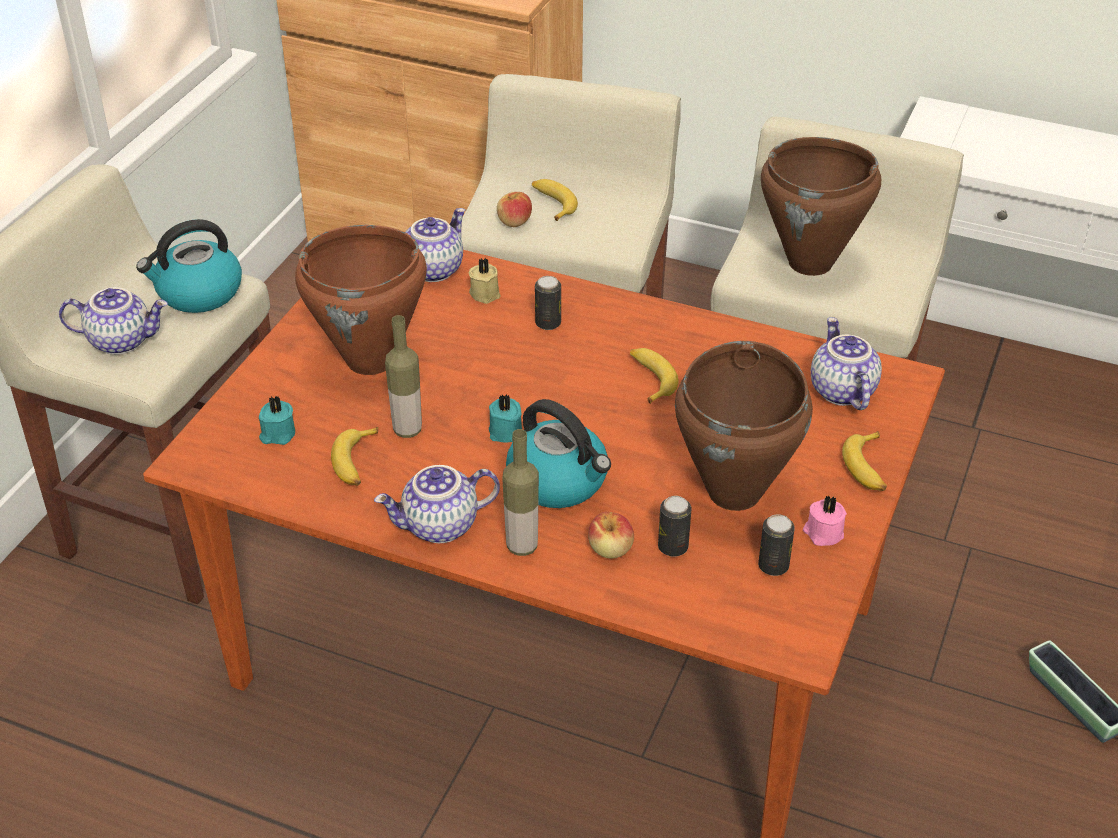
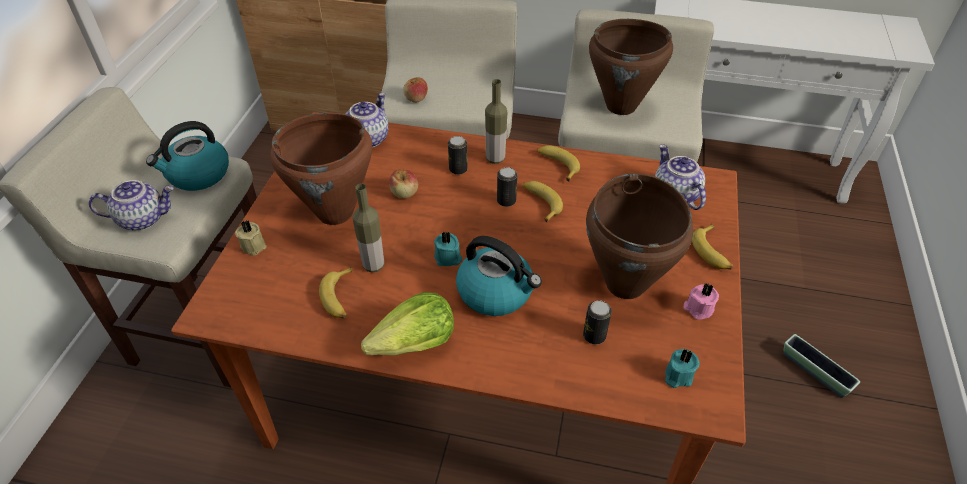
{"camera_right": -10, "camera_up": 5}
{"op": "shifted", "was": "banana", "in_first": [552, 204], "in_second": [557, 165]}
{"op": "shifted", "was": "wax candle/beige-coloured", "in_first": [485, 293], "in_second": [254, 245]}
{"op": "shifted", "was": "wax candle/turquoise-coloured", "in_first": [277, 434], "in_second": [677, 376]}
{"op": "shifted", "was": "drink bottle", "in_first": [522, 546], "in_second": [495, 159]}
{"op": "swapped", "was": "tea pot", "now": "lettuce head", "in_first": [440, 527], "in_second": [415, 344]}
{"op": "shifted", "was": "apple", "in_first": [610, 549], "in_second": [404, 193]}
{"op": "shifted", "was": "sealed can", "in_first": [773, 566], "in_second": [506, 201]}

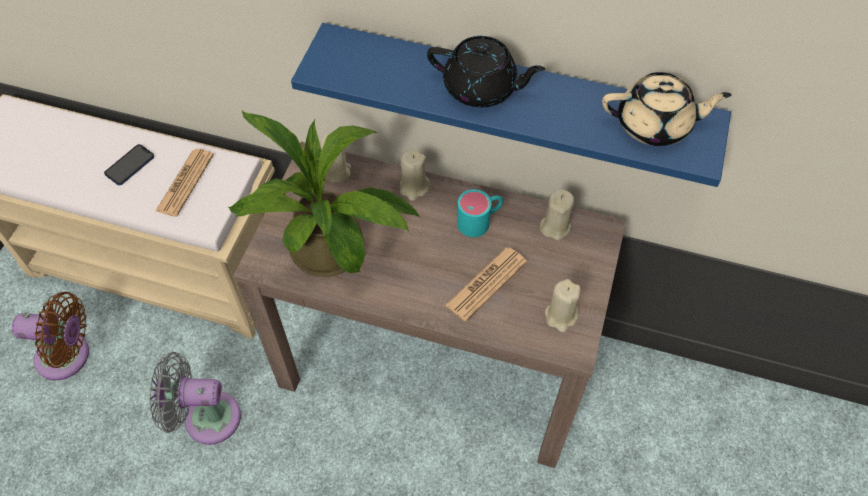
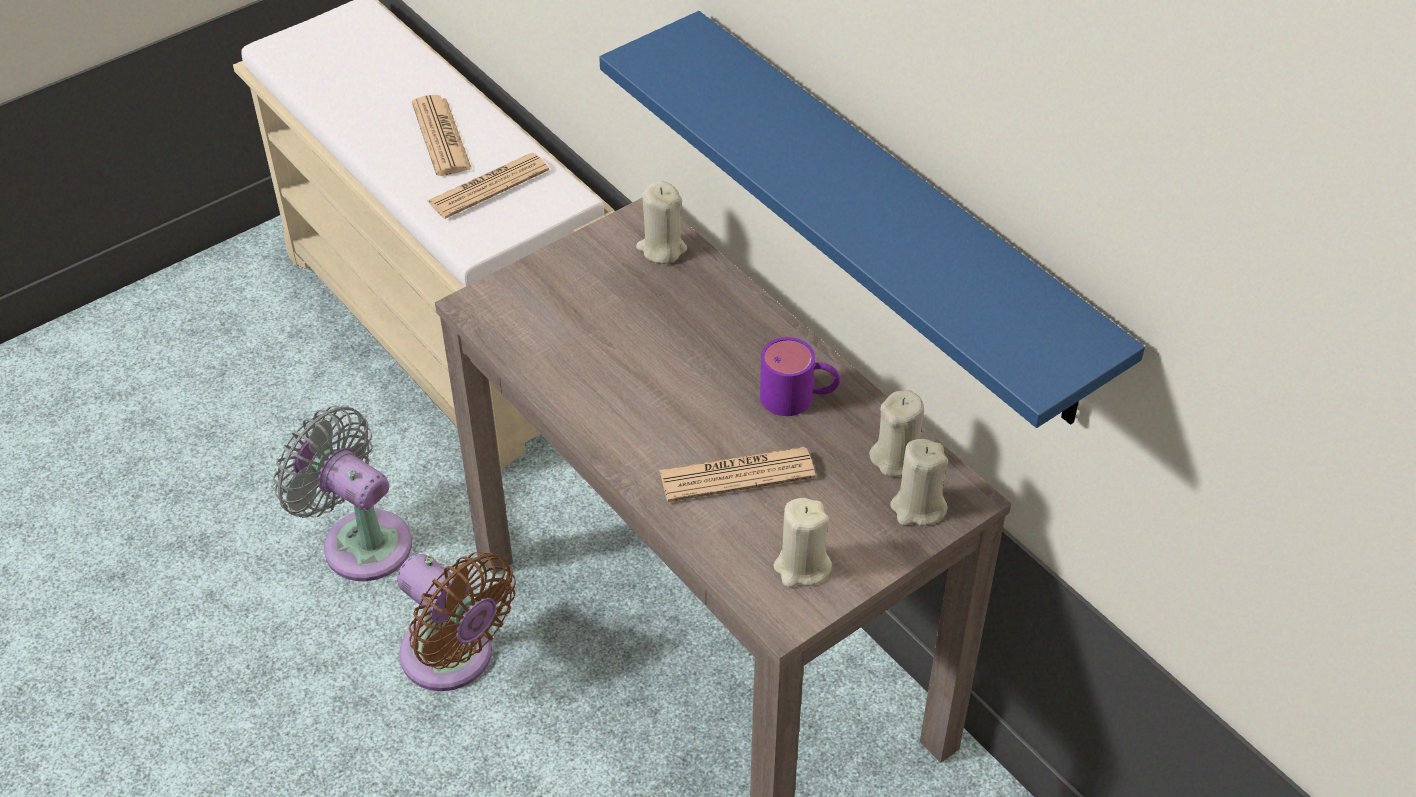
{"camera_right": 35, "camera_up": -10}
{"op": "gone", "was": "tea pot/black", "in_first": [481, 88]}
{"op": "gone", "was": "tea pot/beige-coloured", "in_first": [655, 125]}
{"op": "gone", "was": "potted plant", "in_first": [333, 255]}
{"op": "swapped", "was": "handset", "now": "newspaper", "in_first": [130, 165], "in_second": [441, 137]}
{"op": "shifted", "was": "wax candle/beige-coloured", "in_first": [414, 187], "in_second": [918, 507]}
{"op": "repainted", "was": "coffee mug/turquoise-coloured", "now": "coffee mug/purple-coloured", "in_first": [480, 220], "in_second": [799, 397]}
{"op": "shifted", "was": "electric fan/brown-coloured", "in_first": [68, 356], "in_second": [453, 659]}

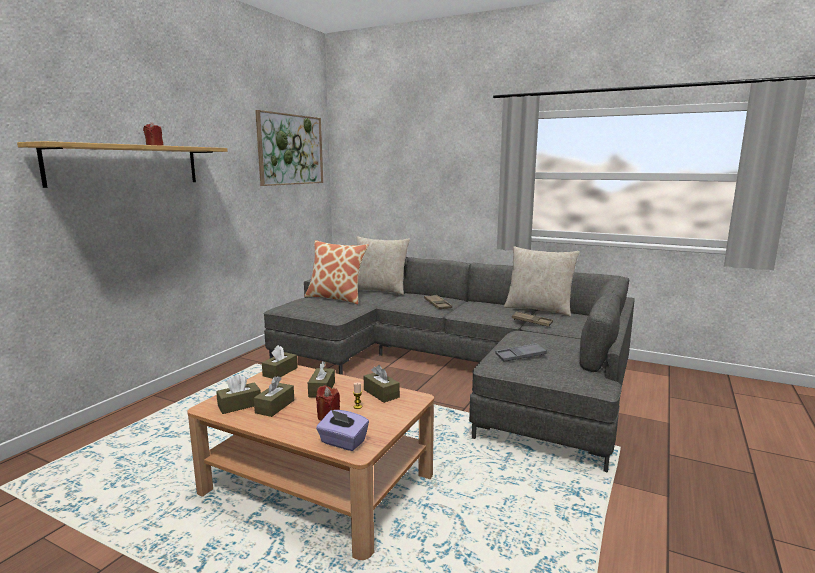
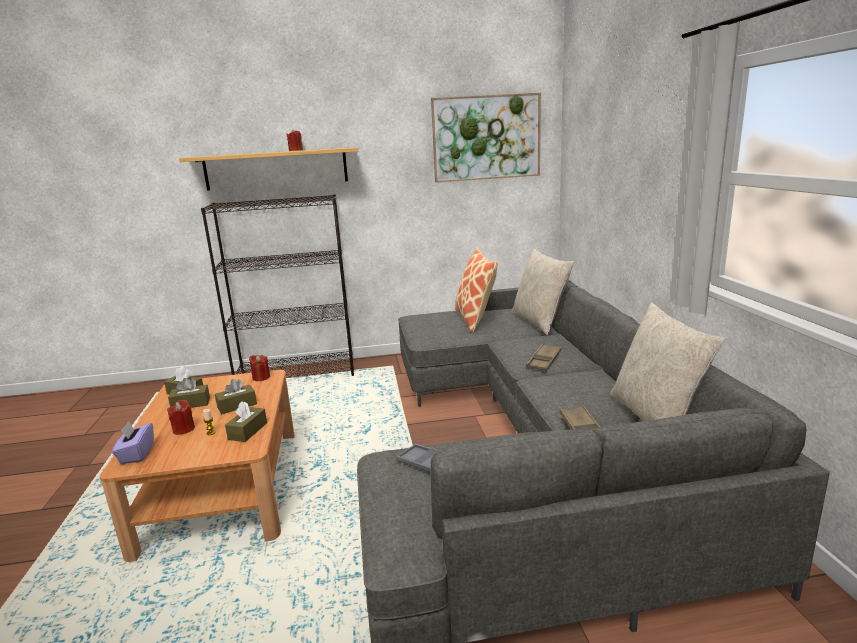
{"camera_right": 55, "camera_up": 5}
{"op": "swapped", "was": "box of tissues/brown-coloured", "now": "wax candle/red", "in_first": [280, 372], "in_second": [261, 377]}
{"op": "new", "now": "bookcase/black", "in_second": [297, 374]}

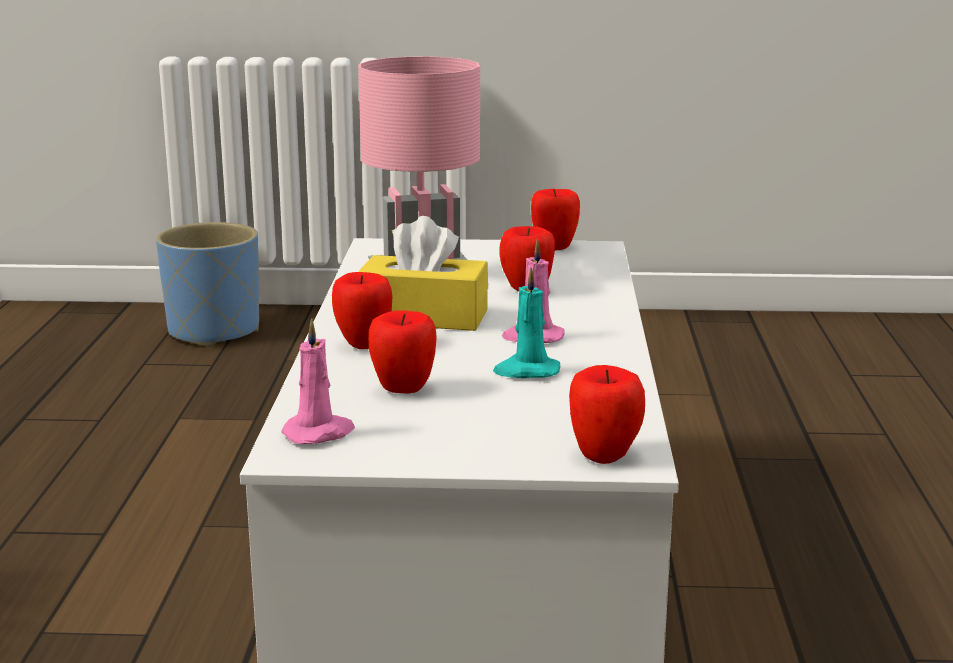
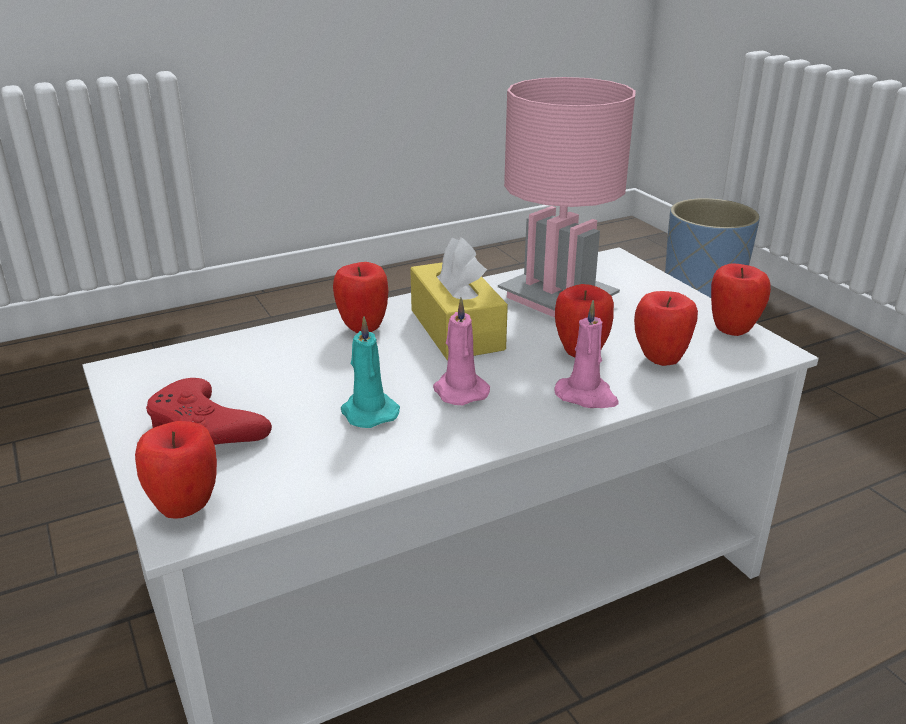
{"camera_right": 60, "camera_up": 10}
{"op": "shifted", "was": "apple", "in_first": [403, 391], "in_second": [660, 360]}
{"op": "shifted", "was": "wax candle/pink-coloured", "in_first": [319, 433], "in_second": [587, 396]}
{"op": "new", "now": "game controller/red", "in_second": [206, 427]}

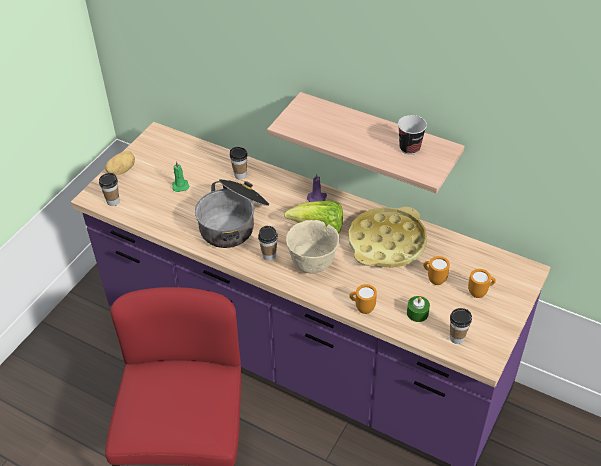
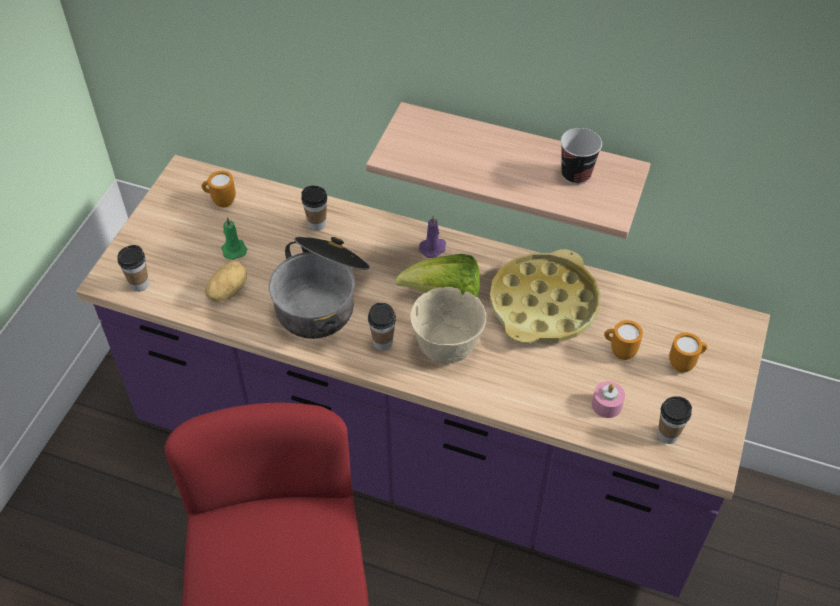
{"camera_right": -10, "camera_up": 5}
{"op": "shifted", "was": "potato", "in_first": [121, 170], "in_second": [227, 291]}
{"op": "shifted", "was": "coffee mug/orange-coloured", "in_first": [362, 308], "in_second": [221, 201]}
{"op": "repainted", "was": "wax candle/green", "now": "wax candle/pink-coloured", "in_first": [417, 313], "in_second": [606, 405]}

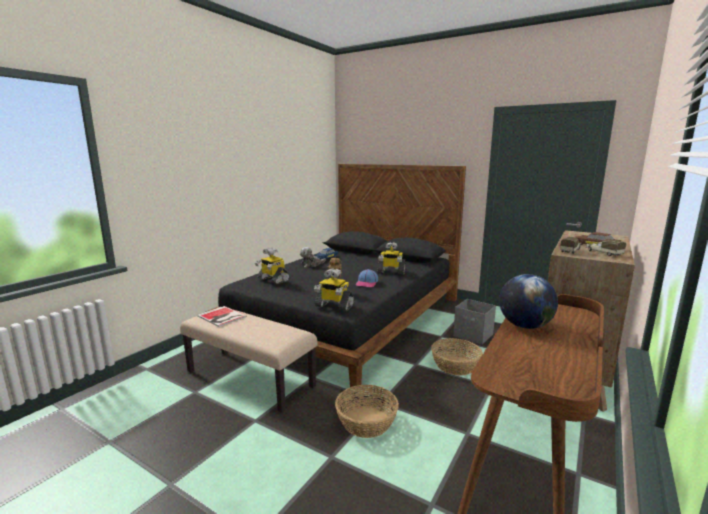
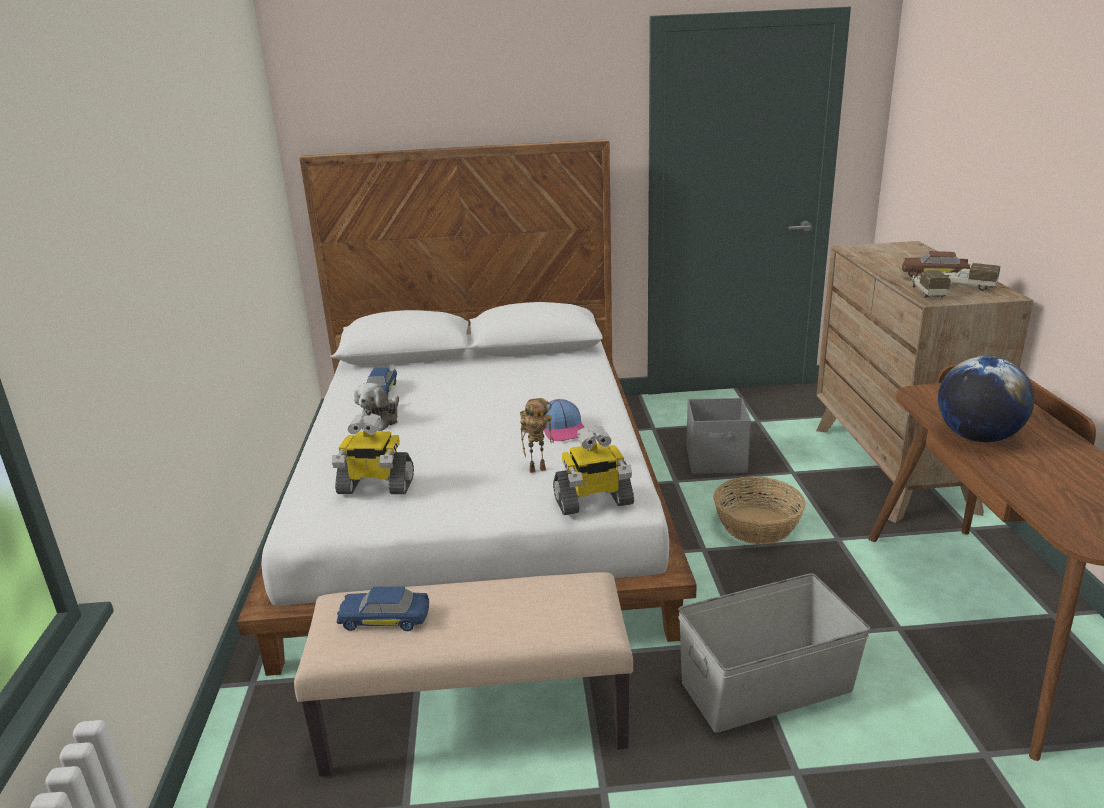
{"camera_right": -35, "camera_up": 10}
{"op": "repainted", "was": "bed/black", "now": "bed/white-coloured", "in_first": [348, 317], "in_second": [479, 505]}
{"op": "gone", "was": "toy robot", "in_first": [391, 272]}
{"op": "swapped", "was": "book", "now": "miniature car/bluish", "in_first": [221, 317], "in_second": [385, 619]}
{"op": "swapped", "was": "storage basket", "now": "storage box/gray", "in_first": [366, 421], "in_second": [765, 686]}

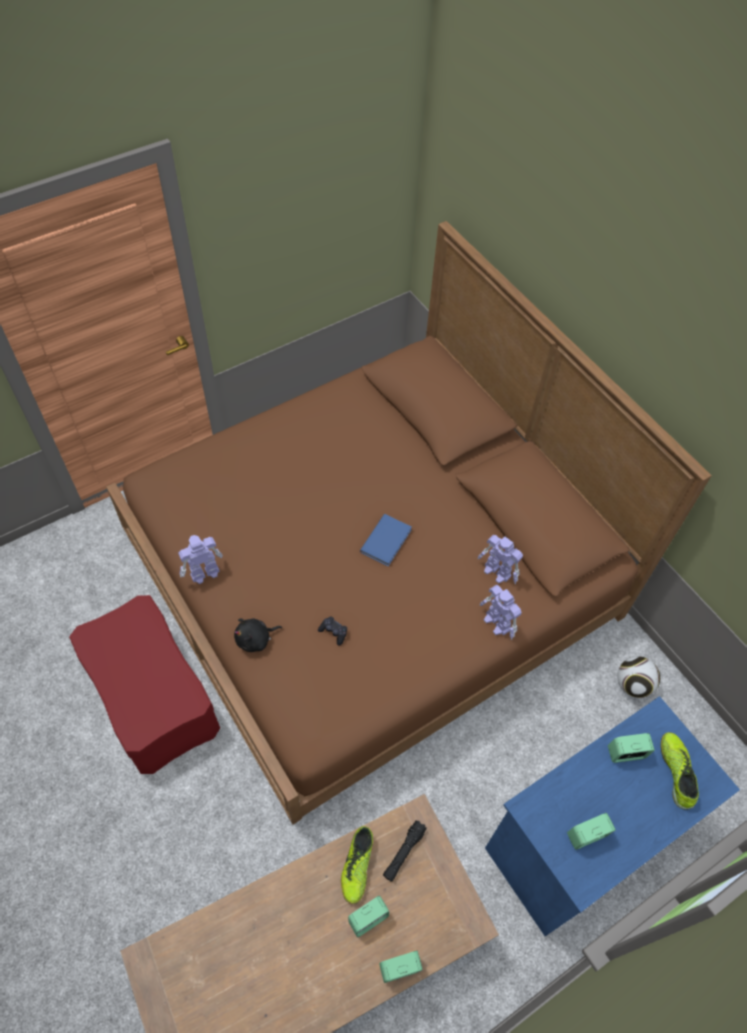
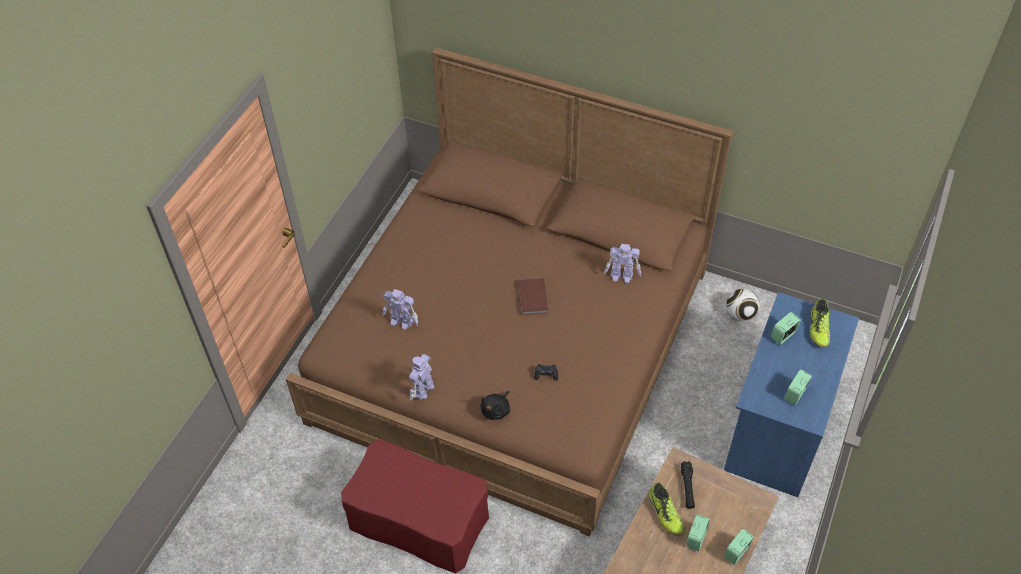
{"camera_right": -30, "camera_up": -5}
{"op": "repainted", "was": "book/bluish", "now": "book/brown-coloured", "in_first": [387, 541], "in_second": [533, 297]}
{"op": "shifted", "was": "toy robot", "in_first": [497, 623], "in_second": [402, 322]}
{"op": "rotated", "was": "item of footwear", "in_first": [676, 772], "in_second": [818, 329], "clockwise": -135}

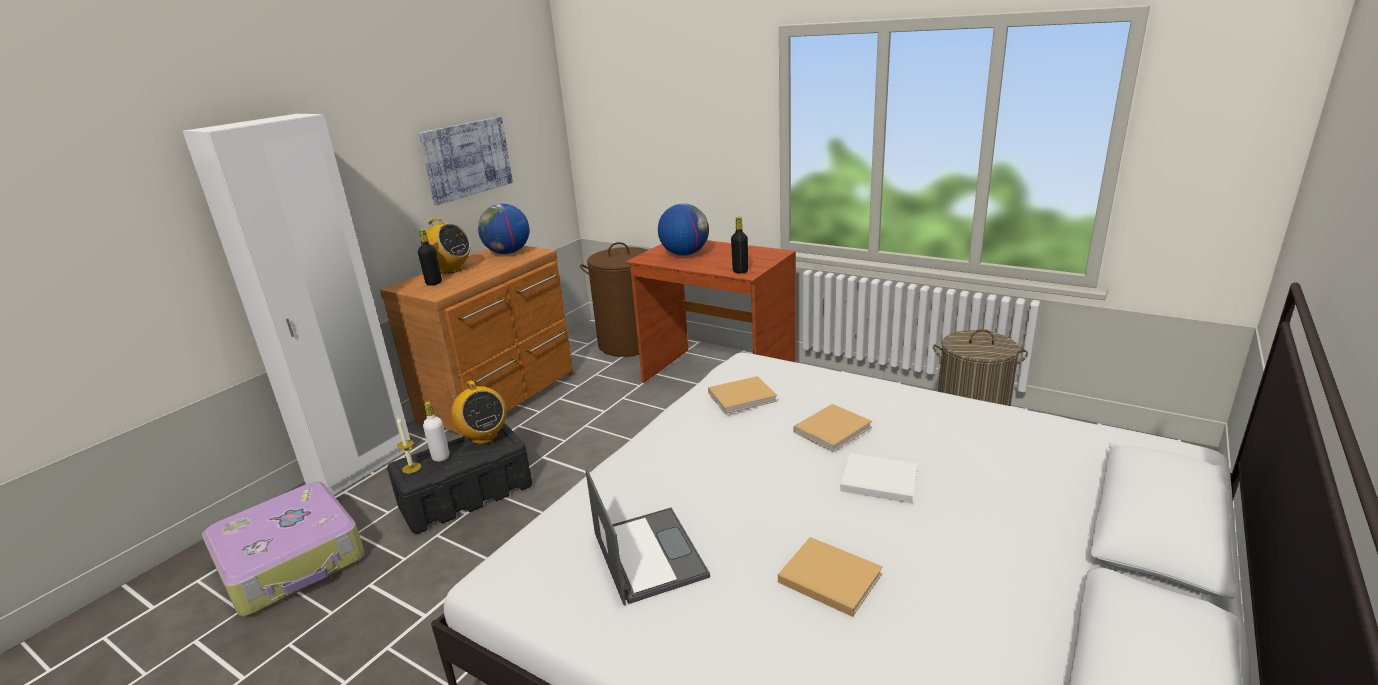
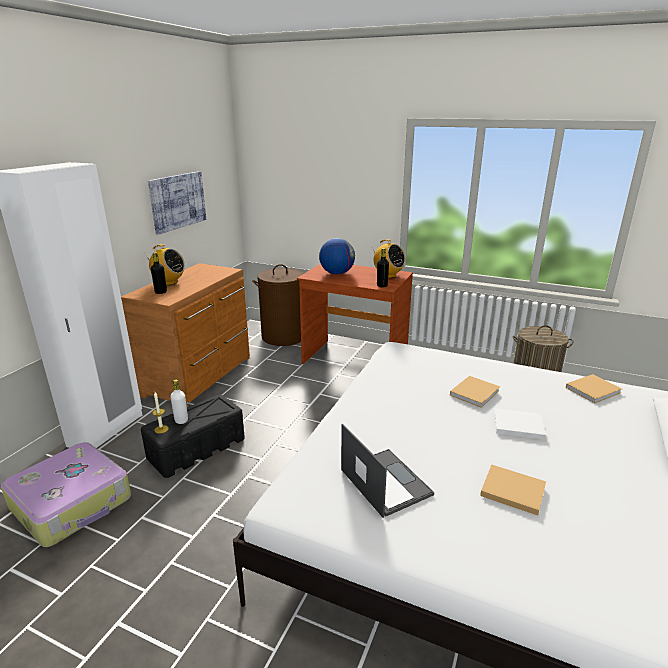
{"camera_right": -10, "camera_up": 0}
{"op": "gone", "was": "globe", "in_first": [508, 253]}
{"op": "shifted", "was": "book/beige-coloured", "in_first": [744, 396], "in_second": [594, 389]}
{"op": "shifted", "was": "radio", "in_first": [484, 437], "in_second": [388, 275]}

